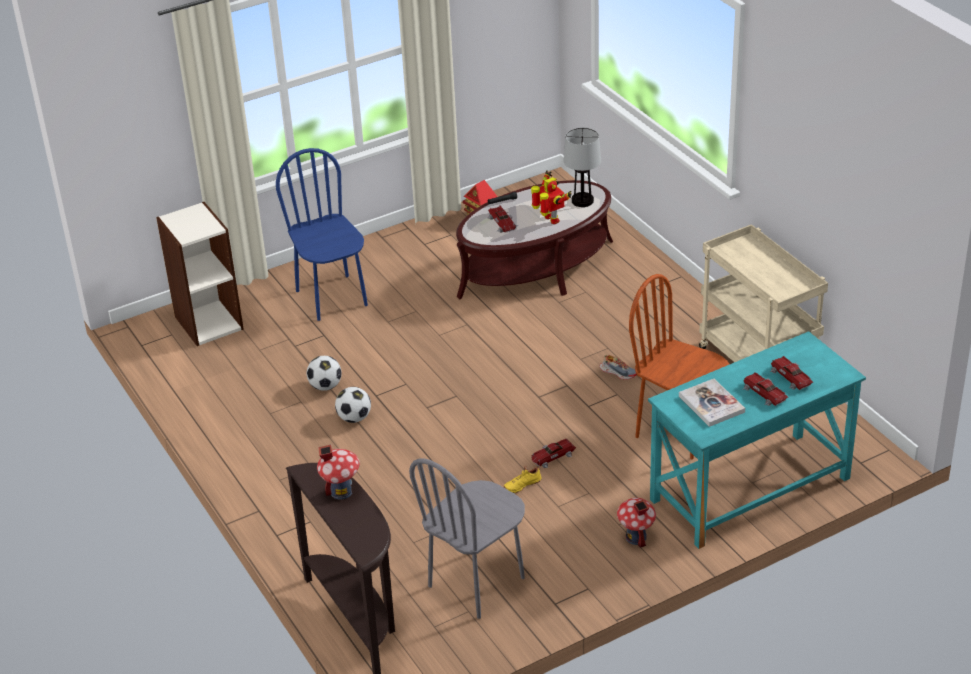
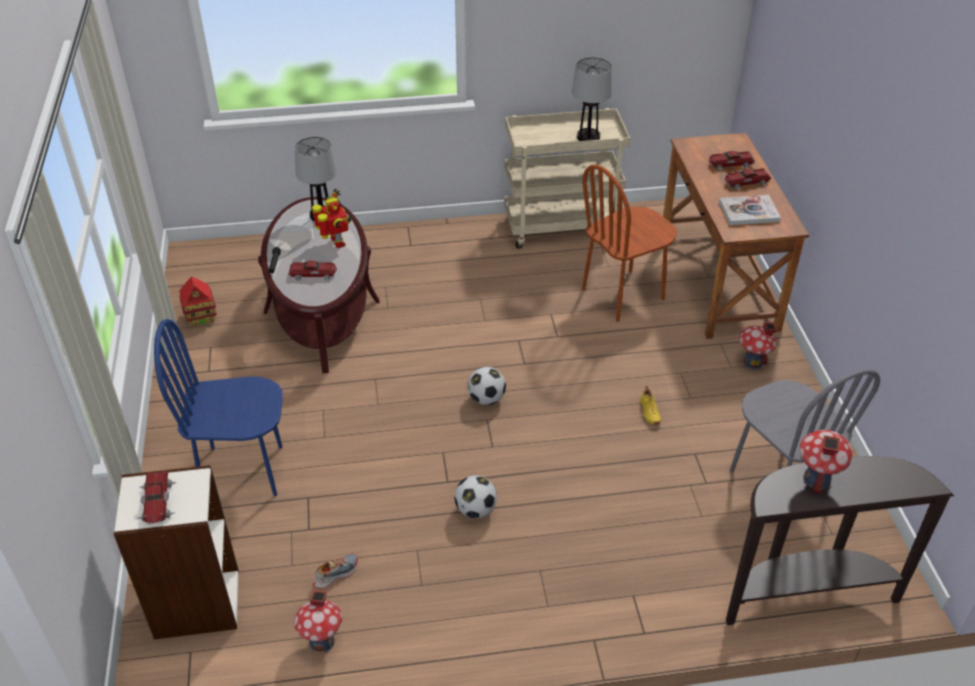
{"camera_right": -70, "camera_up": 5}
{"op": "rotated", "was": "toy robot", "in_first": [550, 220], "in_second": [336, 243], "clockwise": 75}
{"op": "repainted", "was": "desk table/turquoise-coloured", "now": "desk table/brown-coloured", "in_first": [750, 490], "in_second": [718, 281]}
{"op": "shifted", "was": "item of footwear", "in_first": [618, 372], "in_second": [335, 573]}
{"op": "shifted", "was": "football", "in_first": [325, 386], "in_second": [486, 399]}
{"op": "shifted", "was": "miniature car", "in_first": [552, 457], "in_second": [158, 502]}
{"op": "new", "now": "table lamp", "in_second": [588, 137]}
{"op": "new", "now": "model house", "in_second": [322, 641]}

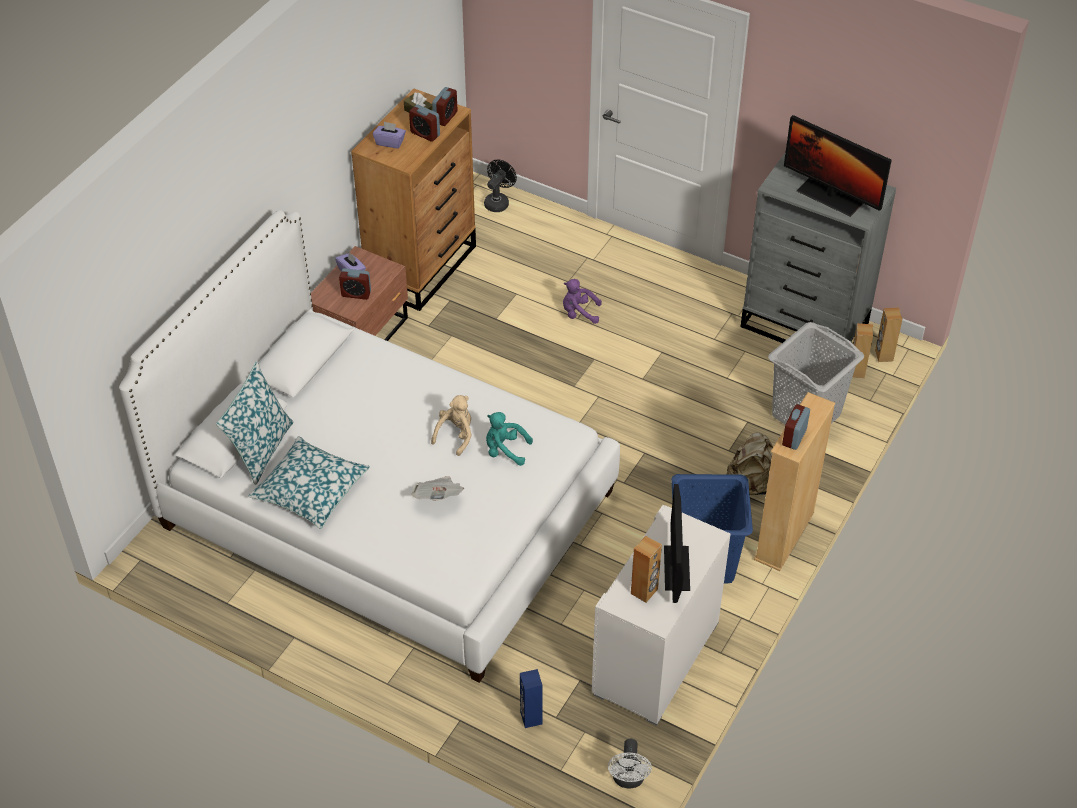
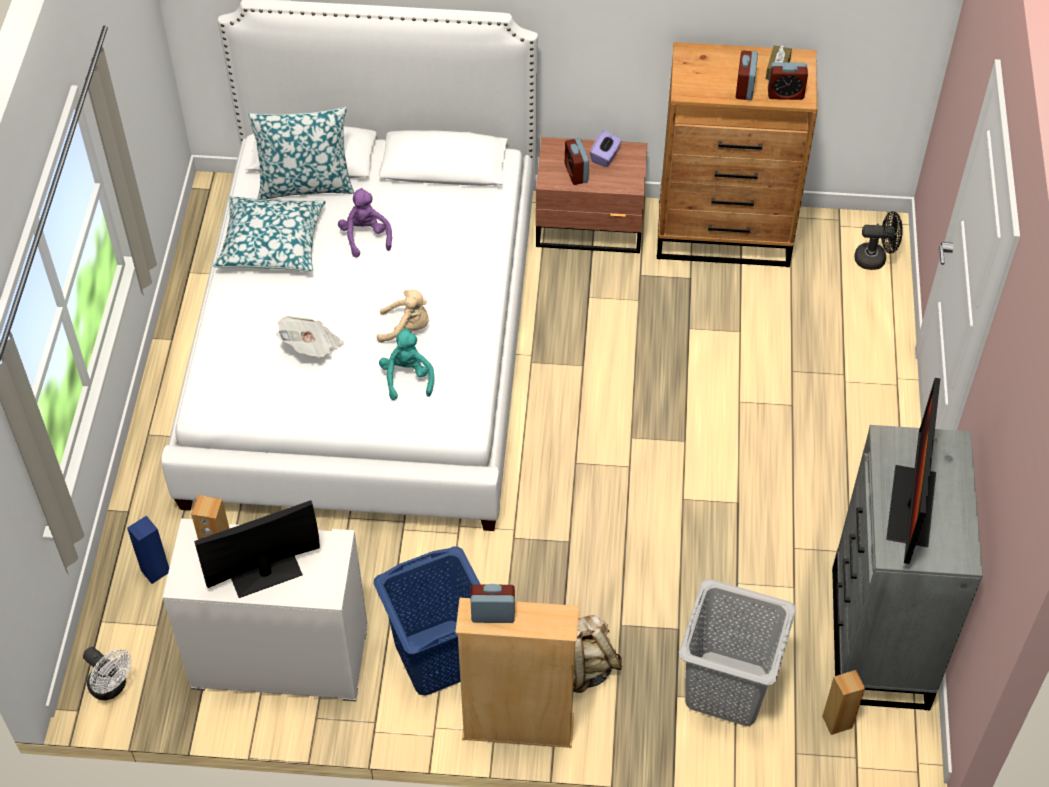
{"camera_right": 65, "camera_up": 5}
{"op": "gone", "was": "box of tissues/purple-coloured", "in_first": [390, 142]}
{"op": "shifted", "was": "soft toy/purple-coloured", "in_first": [579, 313], "in_second": [365, 237]}
{"op": "gone", "was": "speaker/brown-coloured", "in_first": [883, 355]}
{"op": "rotated", "was": "electric fan/white-coloured", "in_first": [628, 780], "in_second": [112, 687], "clockwise": -120}

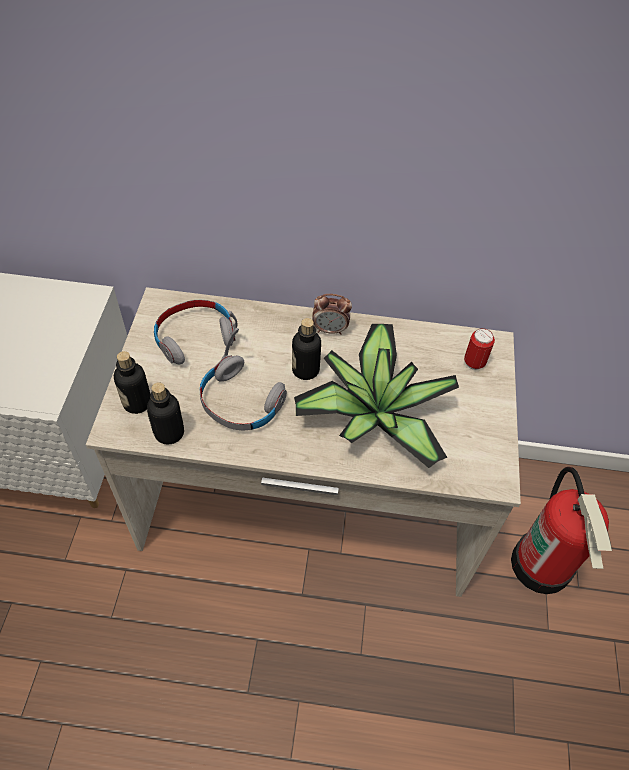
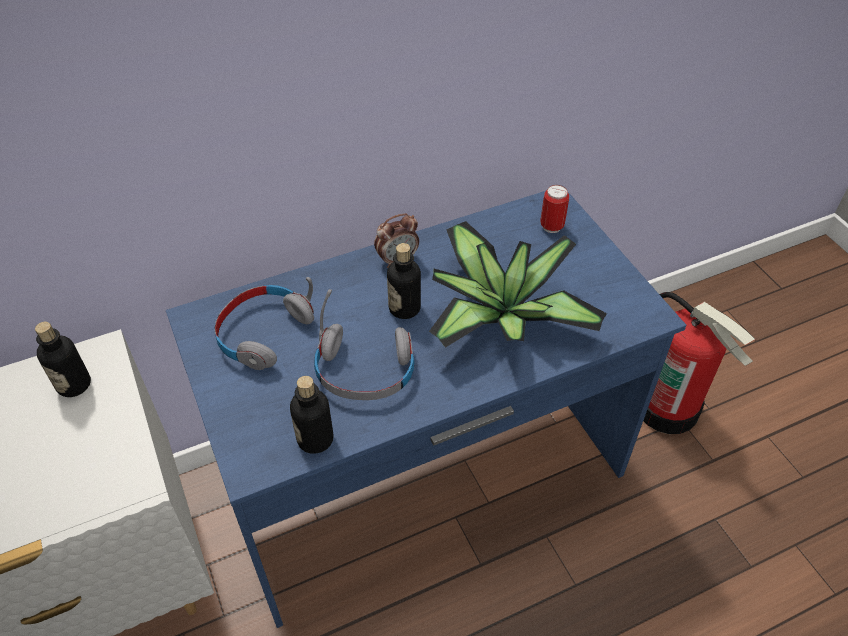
{"camera_right": -30, "camera_up": -5}
{"op": "repainted", "was": "desk table/beige-coloured", "now": "desk table/bluish", "in_first": [307, 505], "in_second": [424, 475]}
{"op": "shifted", "was": "drink bottle", "in_first": [137, 402], "in_second": [74, 384]}

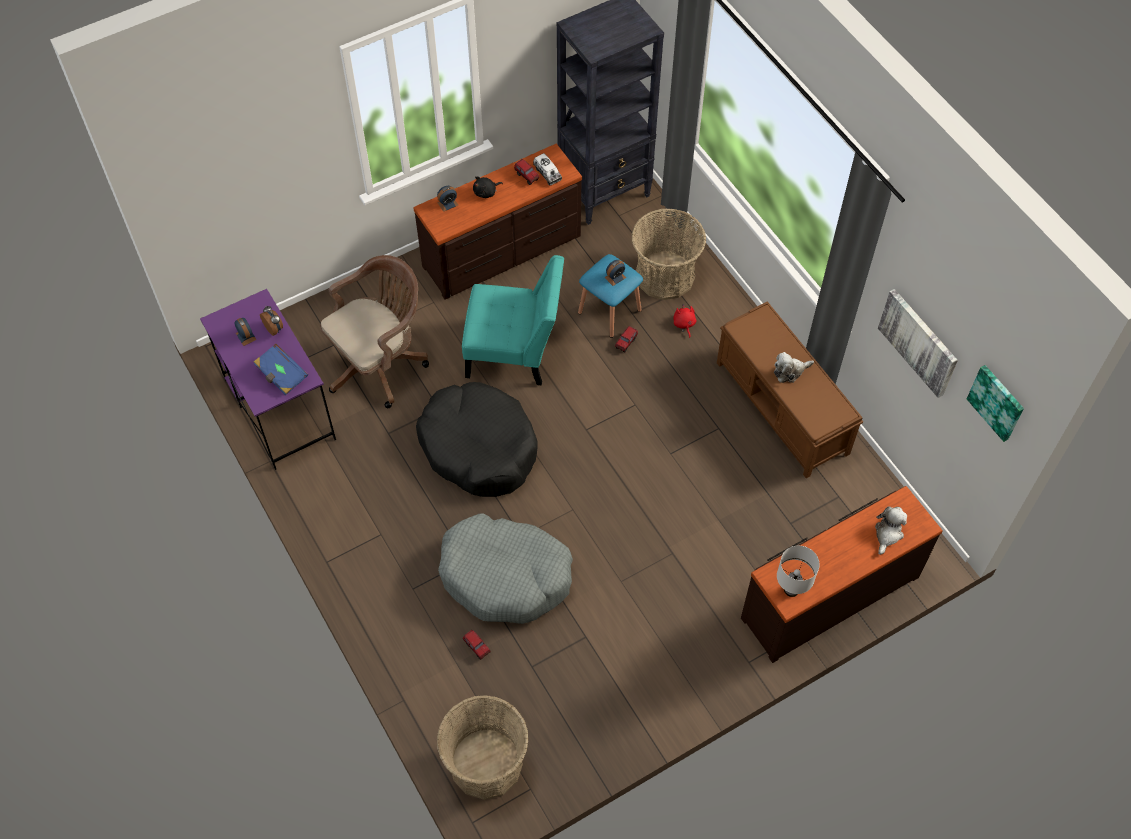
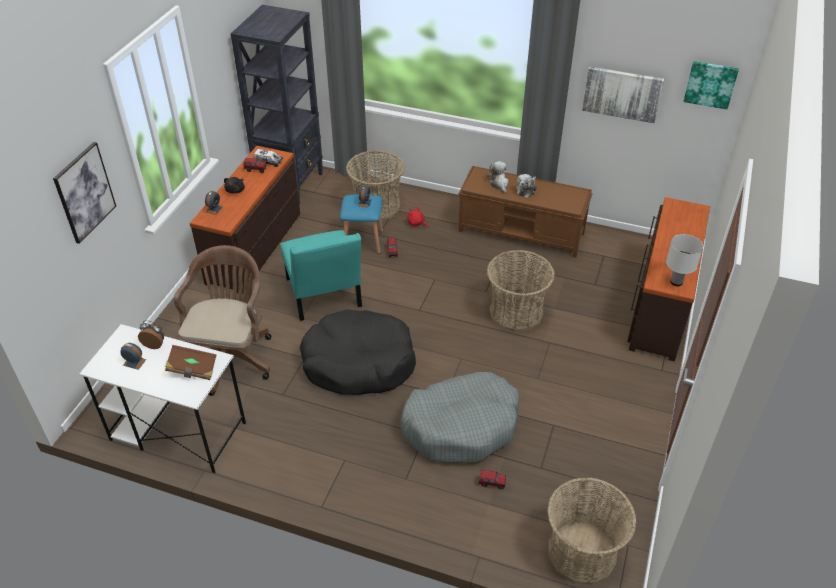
{"camera_right": -40, "camera_up": -15}
{"op": "rotated", "was": "chair/turquoise-coloured", "in_first": [514, 352], "in_second": [324, 296], "clockwise": 105}
{"op": "repainted", "was": "desk table/purple-coloured", "now": "desk table/white-coloured", "in_first": [278, 408], "in_second": [177, 431]}
{"op": "repainted", "was": "book/bluish", "now": "book/brown-coloured", "in_first": [281, 375], "in_second": [193, 369]}
{"op": "shifted", "was": "soft toy", "in_first": [887, 534], "in_second": [499, 184]}
{"op": "new", "now": "picture", "in_second": [84, 192]}
{"op": "new", "now": "storage basket", "in_second": [516, 312]}

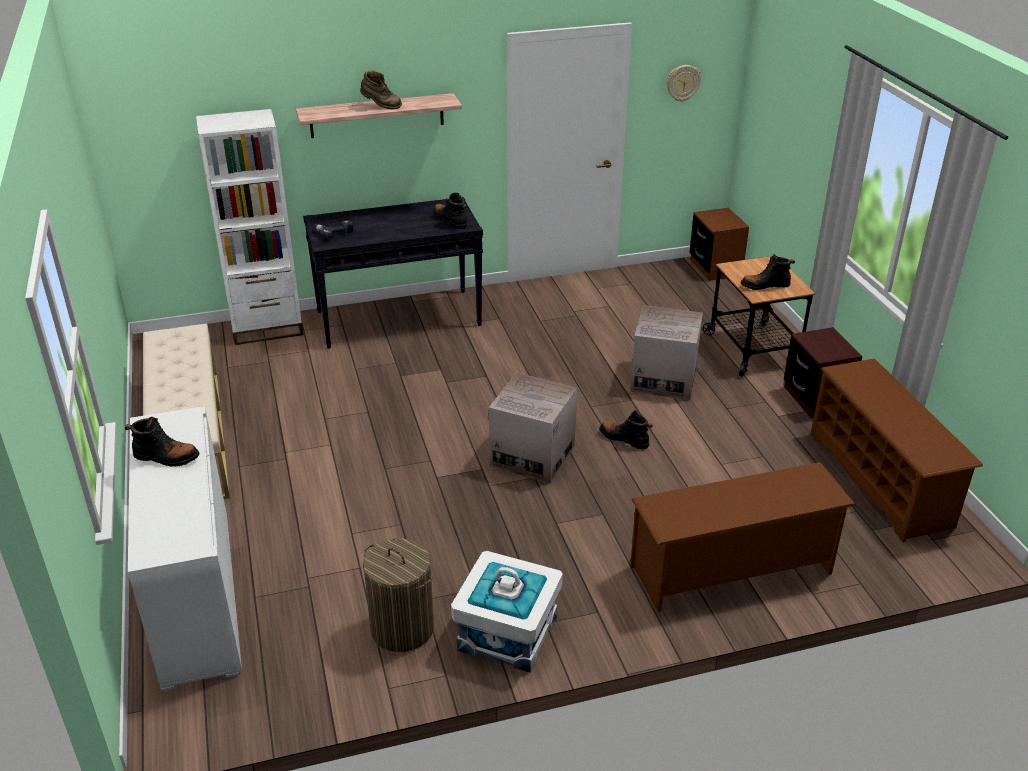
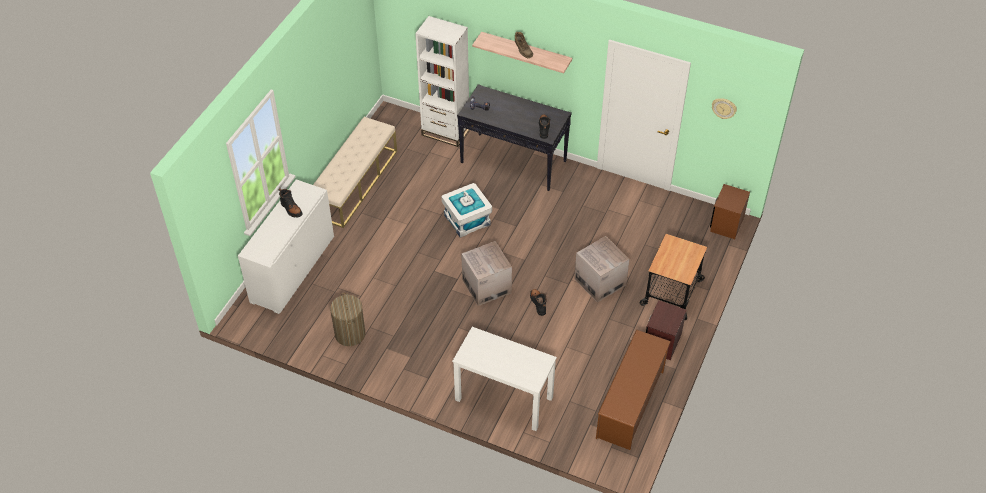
{"camera_right": 40, "camera_up": 15}
{"op": "gone", "was": "boot/black", "in_first": [765, 286]}
{"op": "swapped", "was": "shoe shelf/brown-coloured", "now": "desk table/white-coloured", "in_first": [731, 570], "in_second": [503, 398]}
{"op": "shifted", "was": "storage box/white-coloured", "in_first": [508, 633], "in_second": [467, 220]}

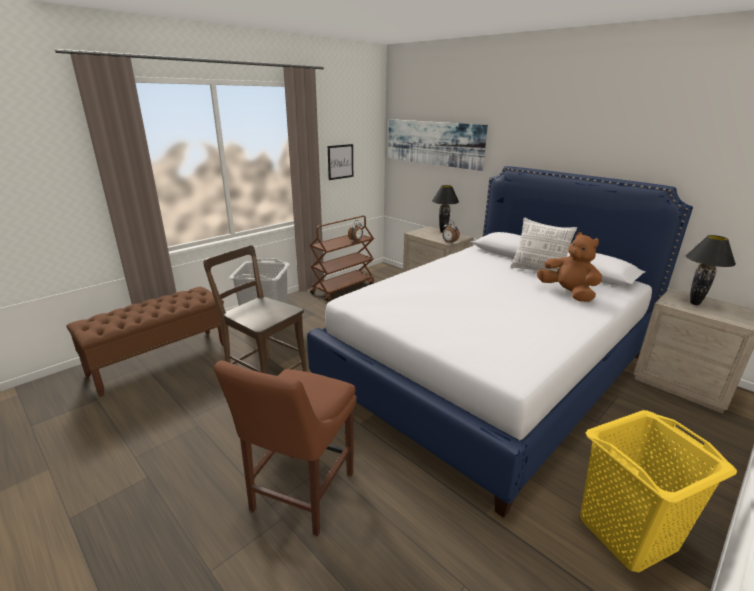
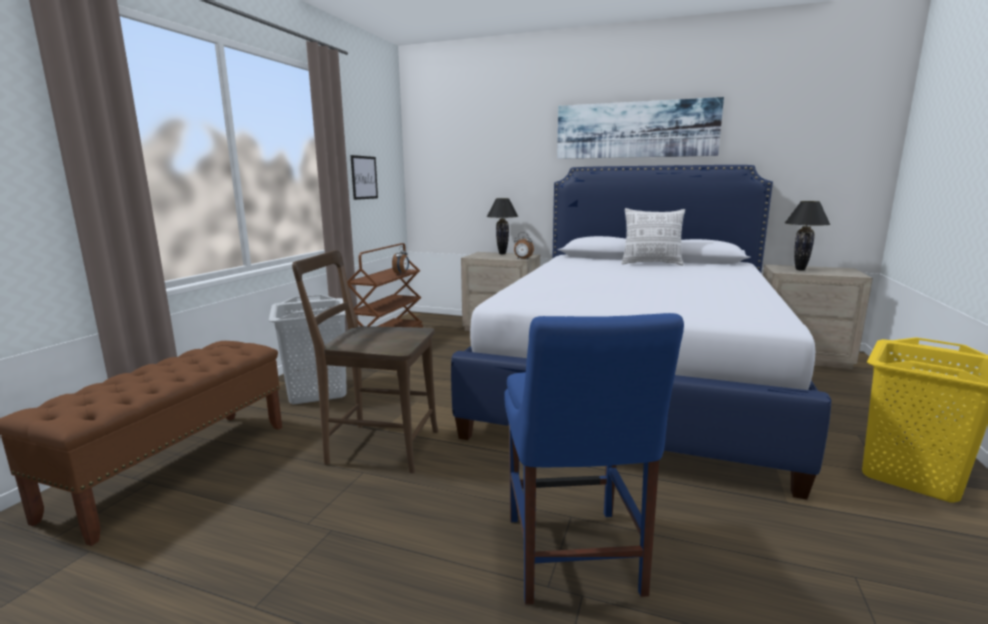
{"camera_right": -25, "camera_up": -10}
{"op": "shifted", "was": "picture", "in_first": [433, 143], "in_second": [635, 130]}
{"op": "gone", "was": "soft toy/brown-coloured", "in_first": [567, 293]}
{"op": "repainted", "was": "chair/brown-coloured", "now": "chair/bluish", "in_first": [299, 495], "in_second": [573, 559]}

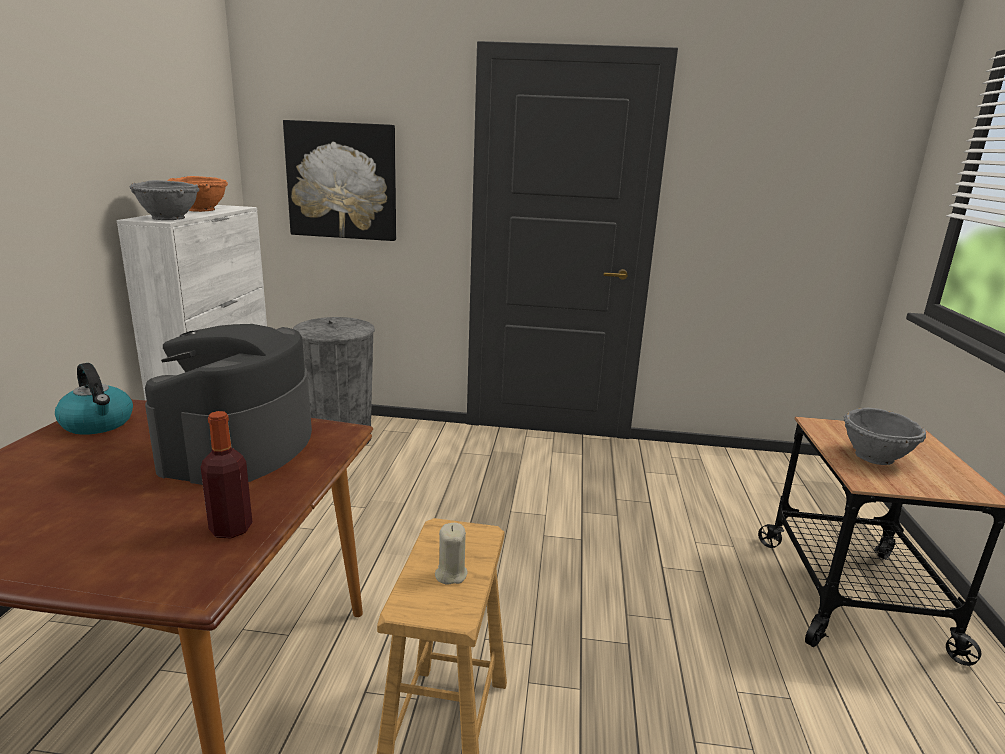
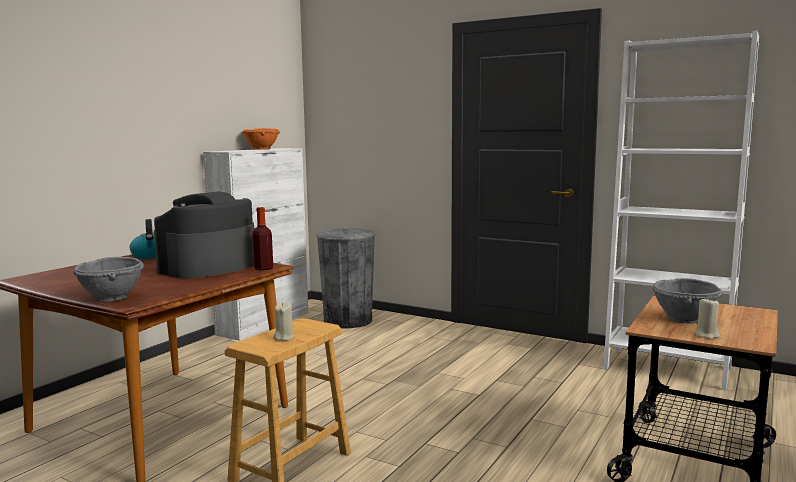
{"camera_right": 25, "camera_up": -10}
{"op": "gone", "was": "picture", "in_first": [342, 181]}
{"op": "shifted", "was": "serving bowl/gray", "in_first": [169, 218], "in_second": [112, 298]}
{"op": "shifted", "was": "drink bottle", "in_first": [231, 529], "in_second": [263, 268]}
{"op": "new", "now": "bookcase/white-coloured", "in_second": [667, 368]}
{"op": "new", "now": "wax candle/beige-coloured", "in_second": [707, 335]}

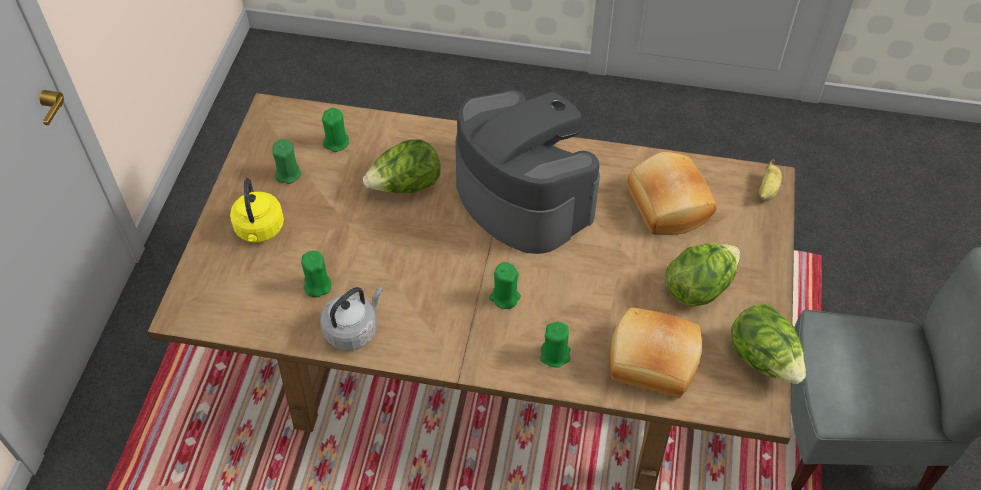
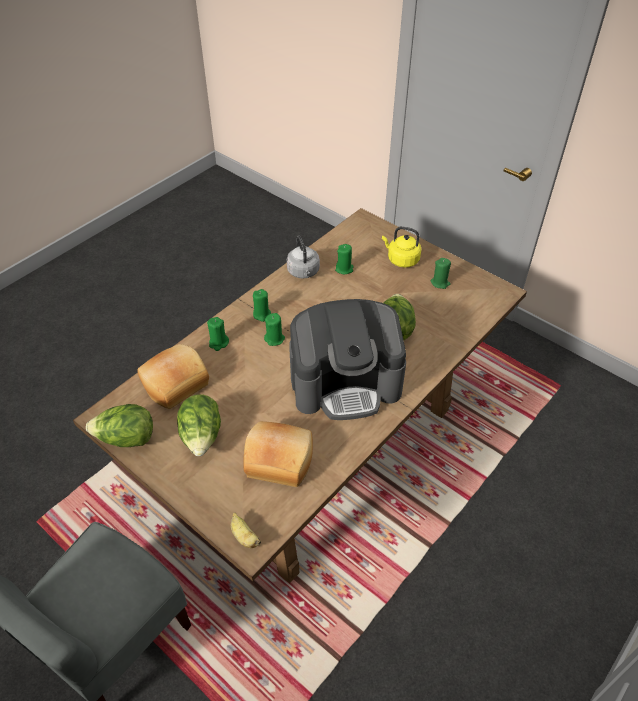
{"camera_right": 120, "camera_up": -5}
{"op": "shifted", "was": "wax candle/green", "in_first": [336, 142], "in_second": [262, 315]}

